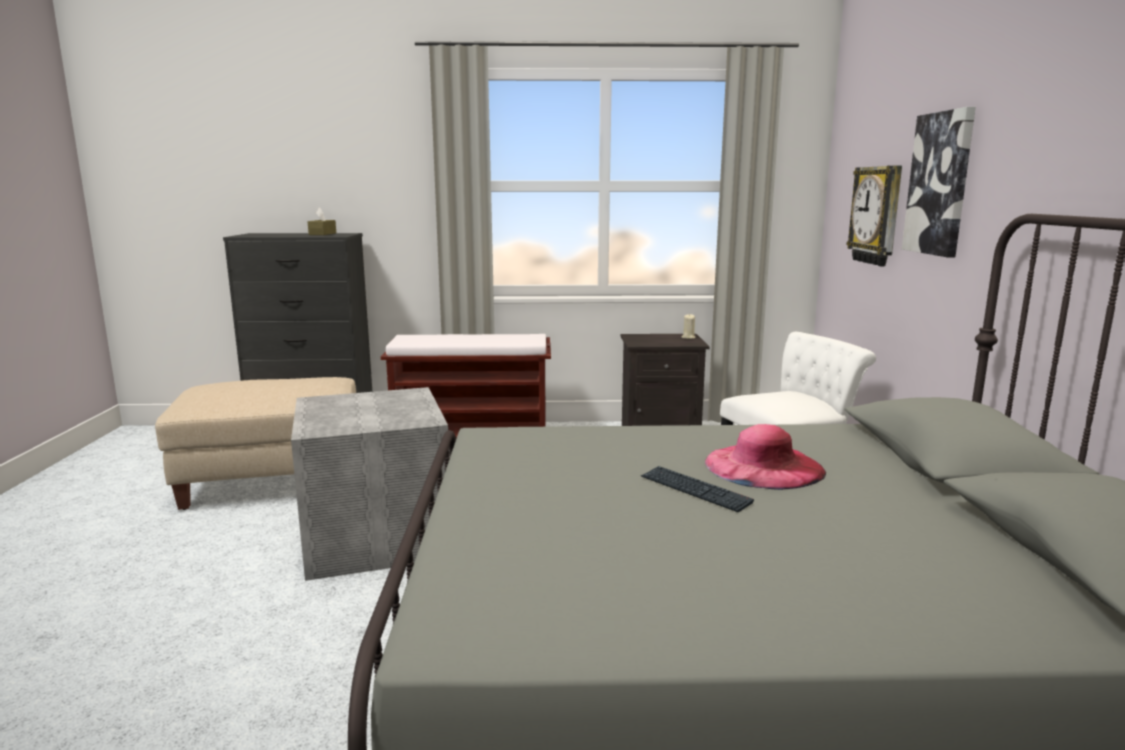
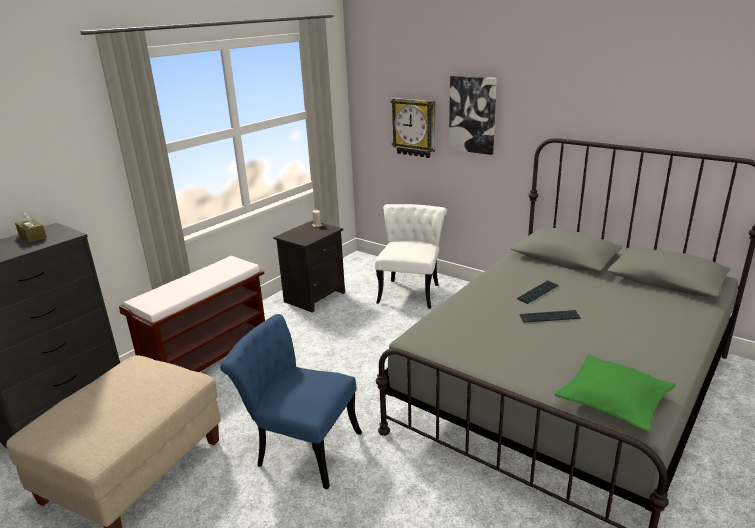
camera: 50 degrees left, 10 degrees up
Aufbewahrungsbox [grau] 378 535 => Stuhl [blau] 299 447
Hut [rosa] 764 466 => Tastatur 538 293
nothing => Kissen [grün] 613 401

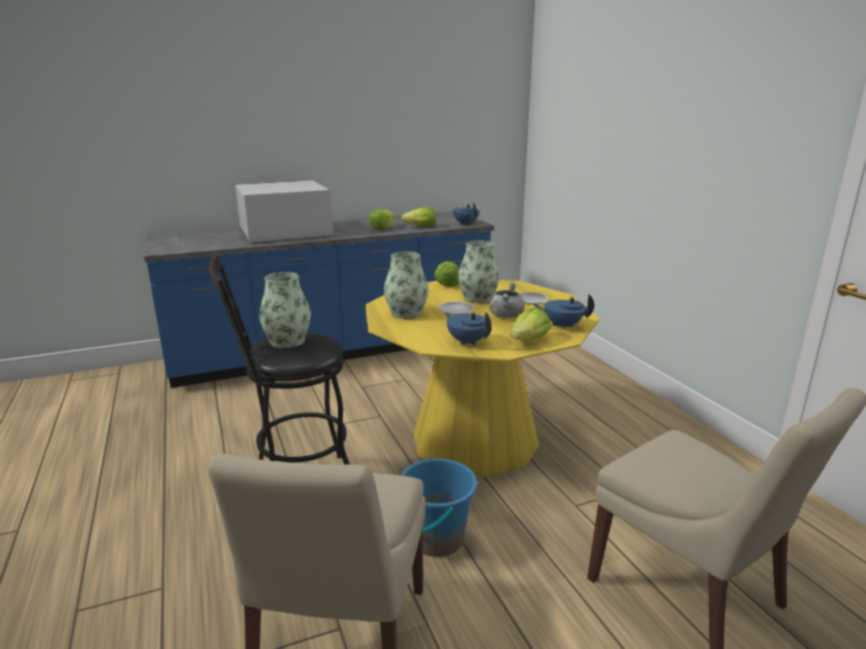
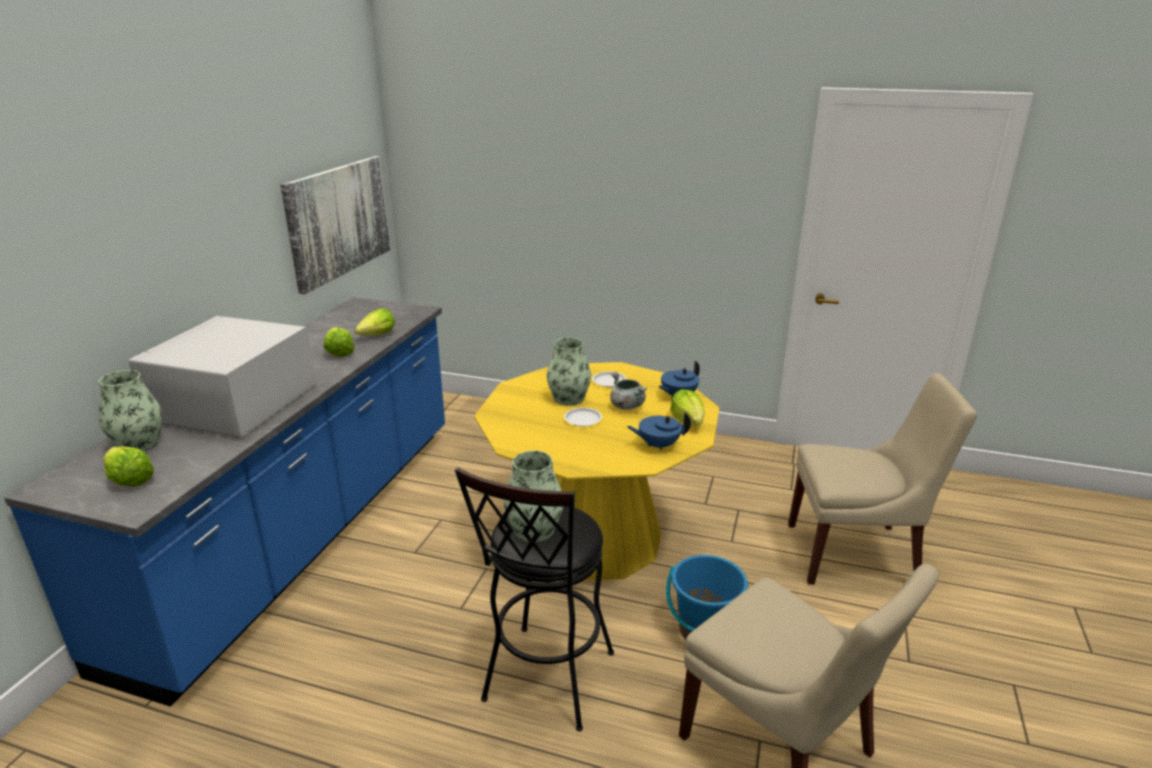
camera: 50 degrees left, 5 degrees up
Vase 406 313 => Vase 139 444, move
Salatkopf 447 283 => Salatkopf 129 479, move
Teekanne [blau] 465 224 => nothing
nothing => Bild 339 220

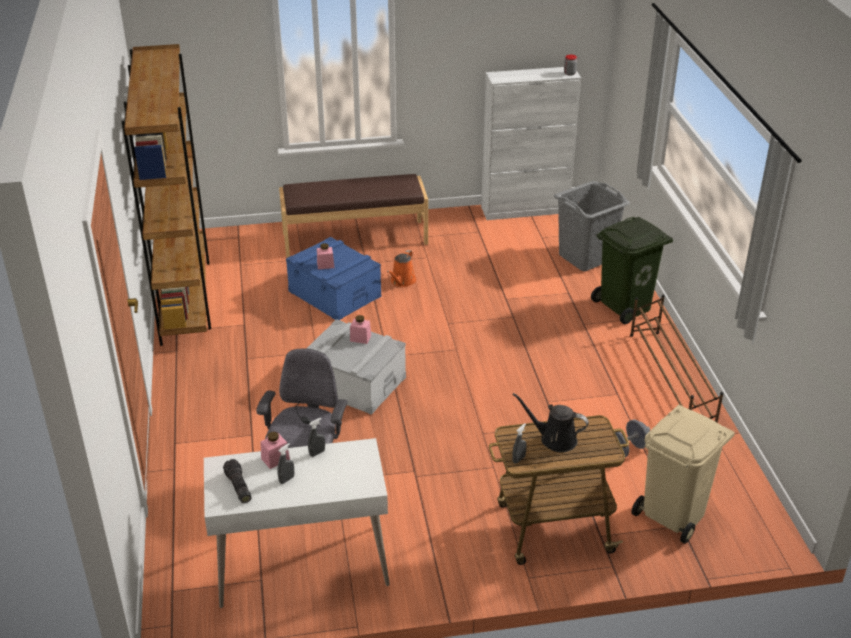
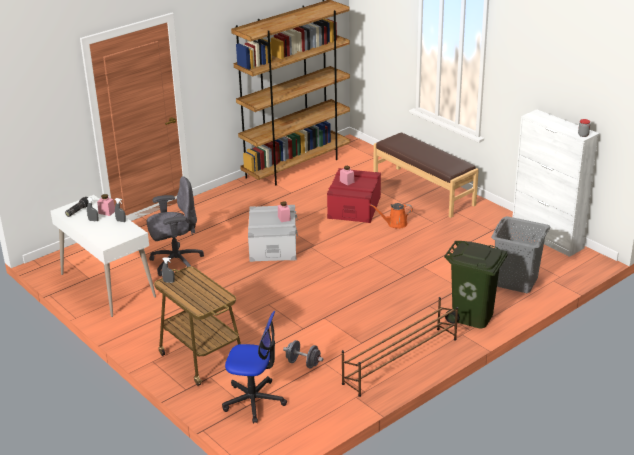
camera: 60 degrees right, 5 degrees down
Aufbewahrungsbox [blau] 335 294 => Aufbewahrungsbox [rot] 354 207
Gießkanne [schwarz] 554 439 => nothing
Mülleimer [beige] 674 515 => Bürostuhl 254 401

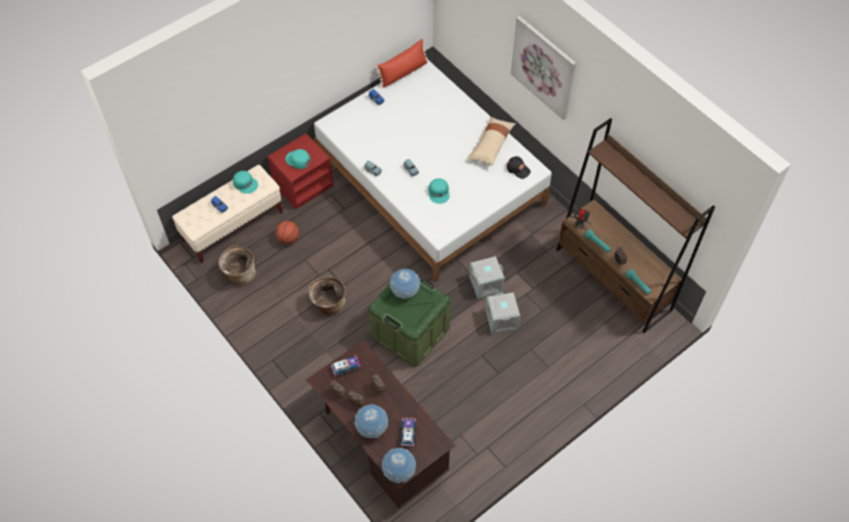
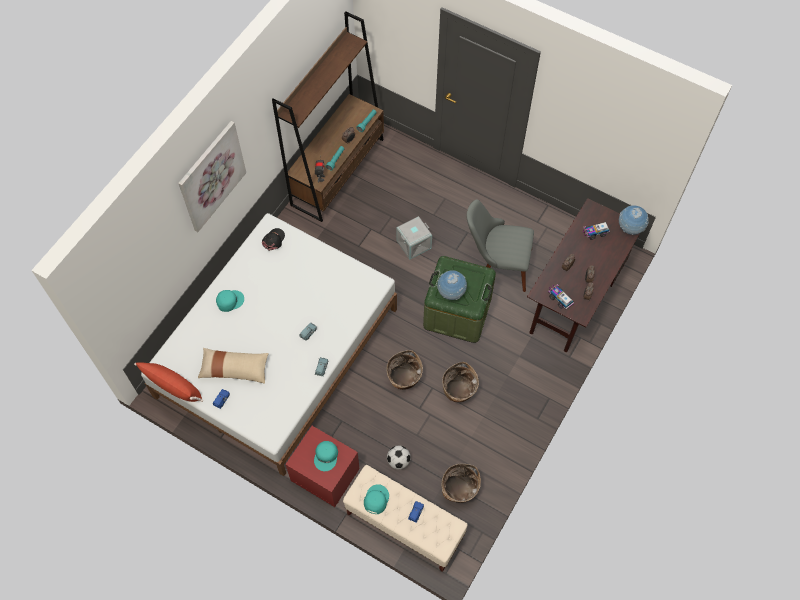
camera: 110 degrees left, 5 degrees up
Basketball 288 239 => Fußball 398 461
Globus 372 428 => nothing
Kappe [türkis] 439 192 => Kappe [türkis] 229 300, move
Kissen [beige] 491 145 => Kissen [beige] 234 368, move
Aufbewahrungsbox [grau] 486 283 => nothing
nothing => Korb 404 379
nothing => Stuhl [grau] 496 264

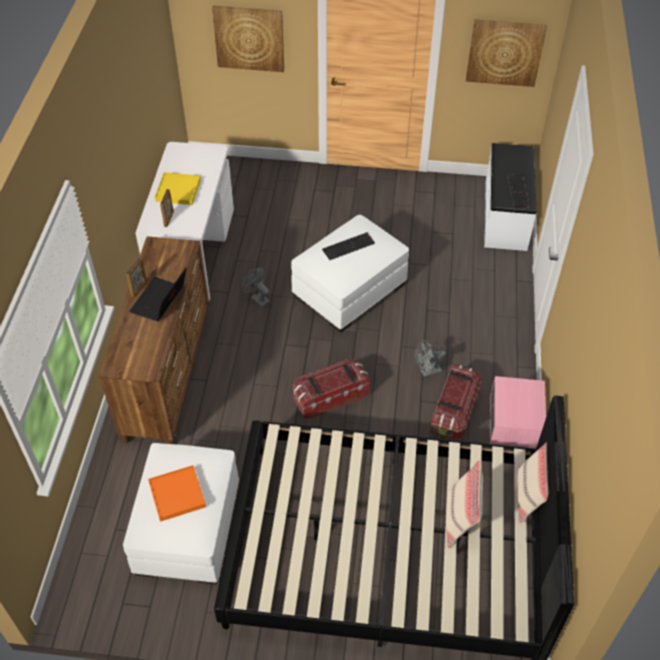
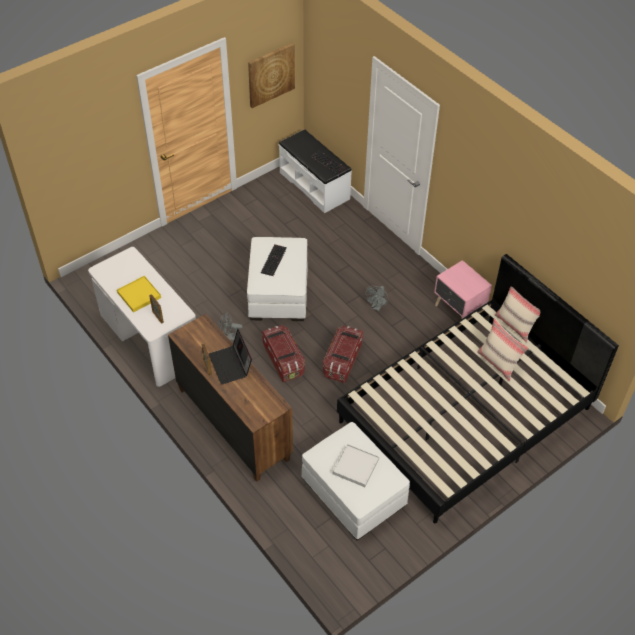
camera: 45 degrees left, 0 degrees up
Tablett [orange] 177 494 => Tablett [weiß] 355 466
Bild 249 38 => nothing
Aufbewahrungsbox 454 411 => Aufbewahrungsbox 283 360, move

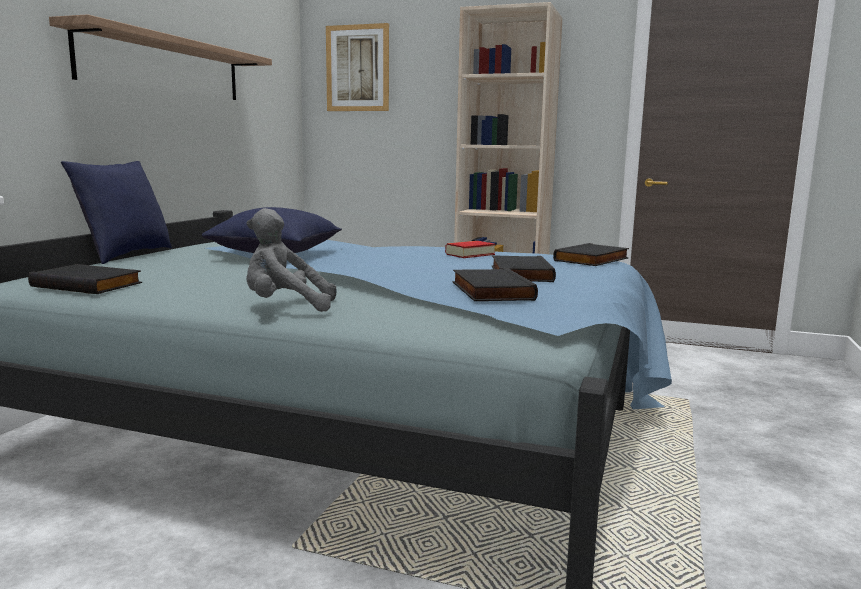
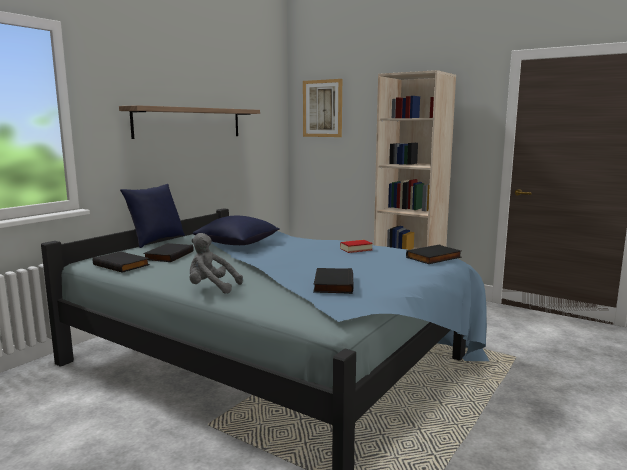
camera: 15 degrees right, 0 degrees up
Buch [schwarz] 519 274 => Buch [schwarz] 168 255, move

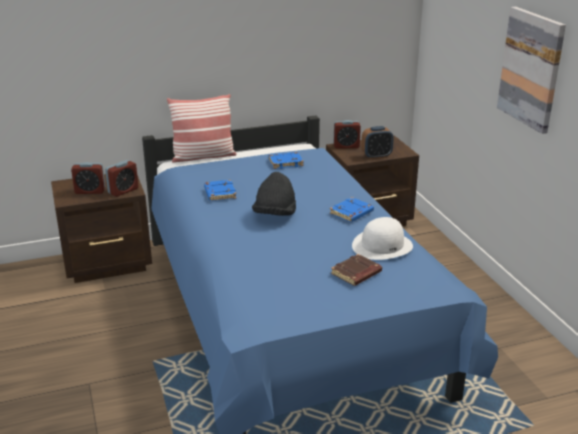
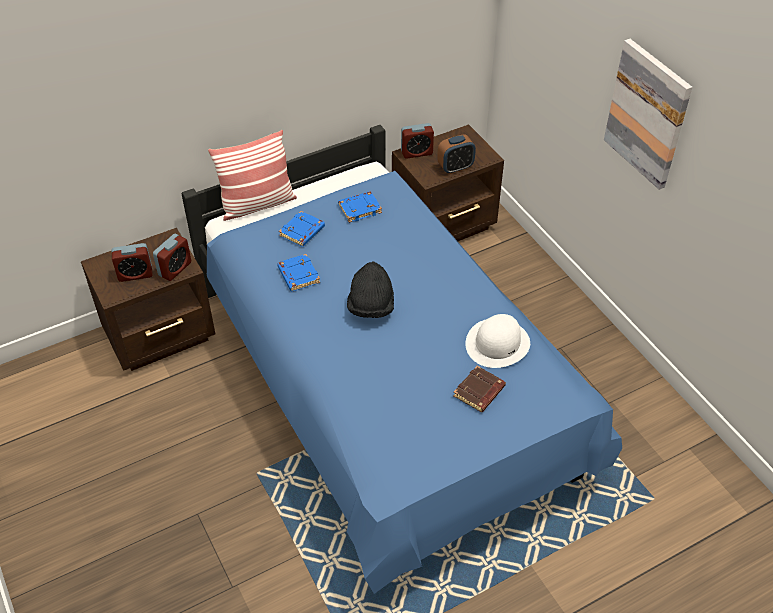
camera: 10 degrees left, 20 degrees up
Buch [blau] 351 213 => Buch [blau] 302 232, move

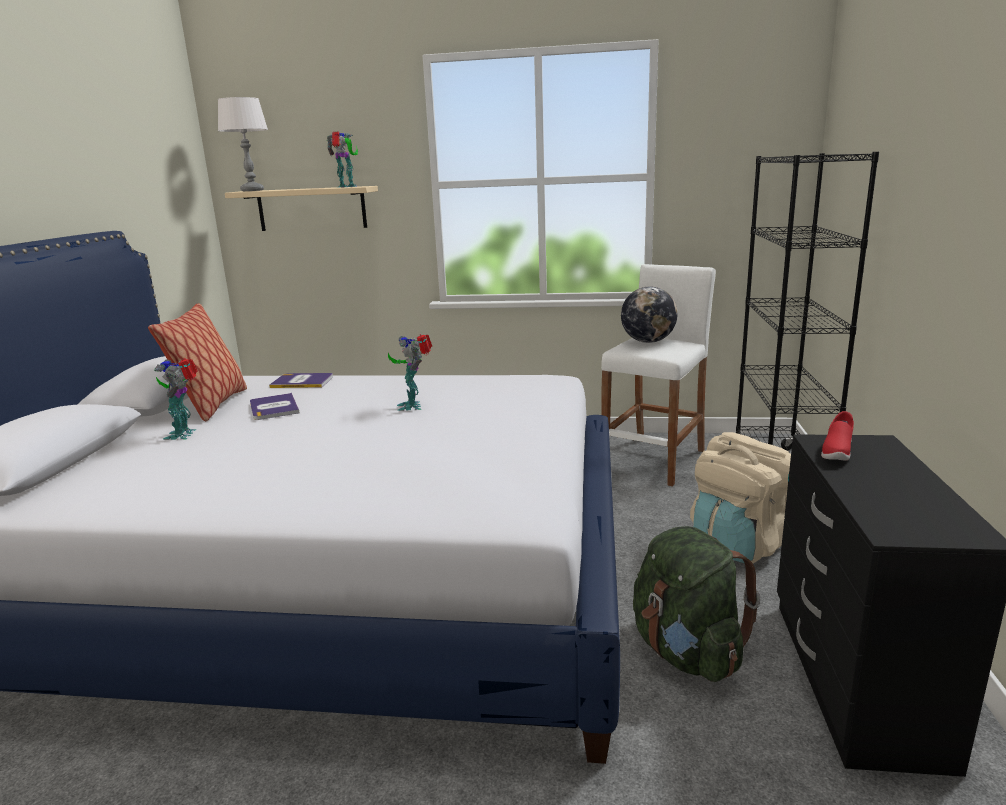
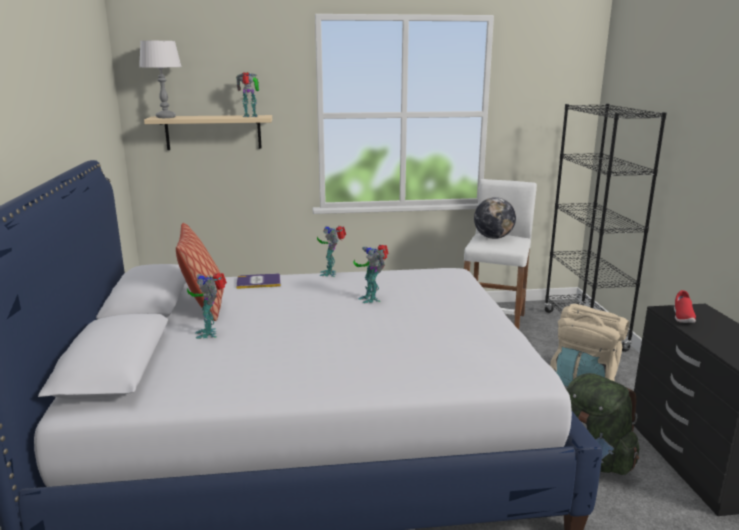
camera: 15 degrees left, 0 degrees up
Buch 274 408 => nothing
nothing => Spielzeugroboter 330 273

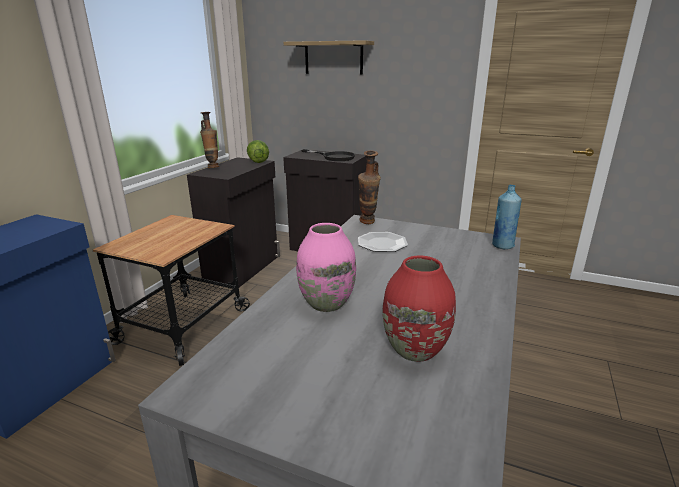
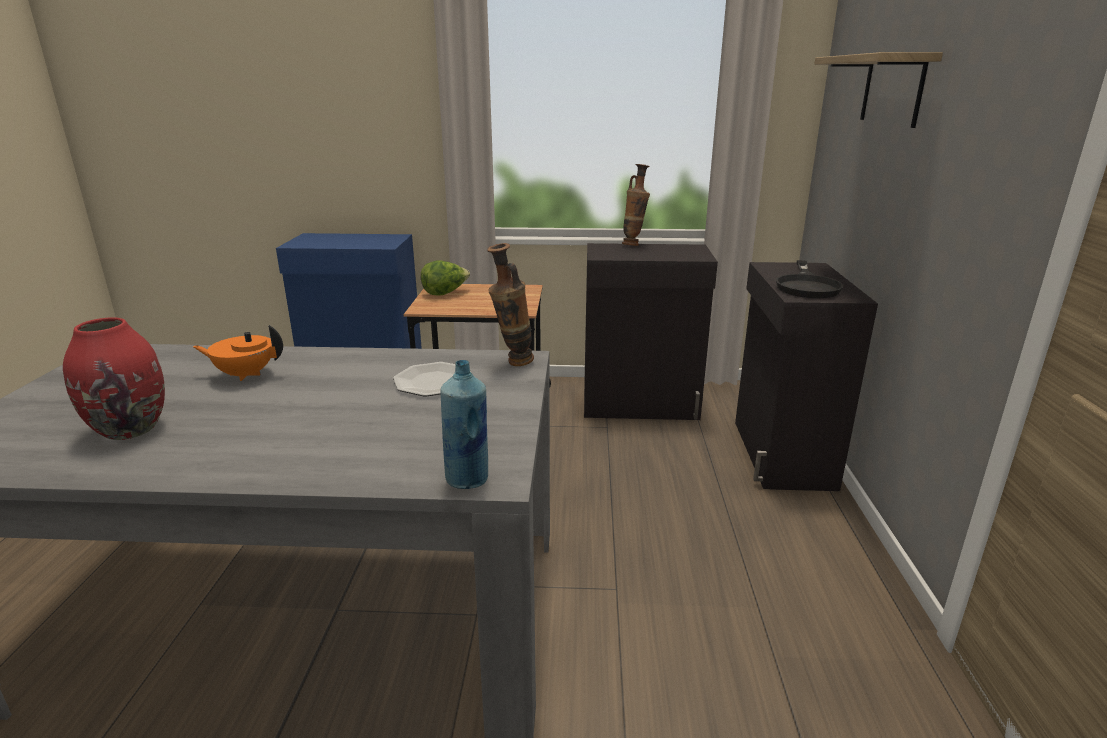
camera: 70 degrees right, 0 degrees up
Salatkopf 258 161 => Salatkopf 445 293, move
Vase [rosa] 326 303 => Teekanne [orange] 245 374

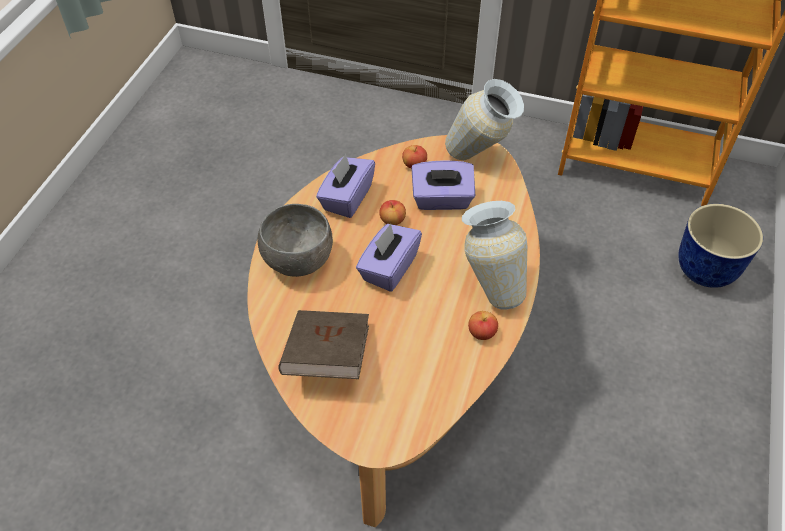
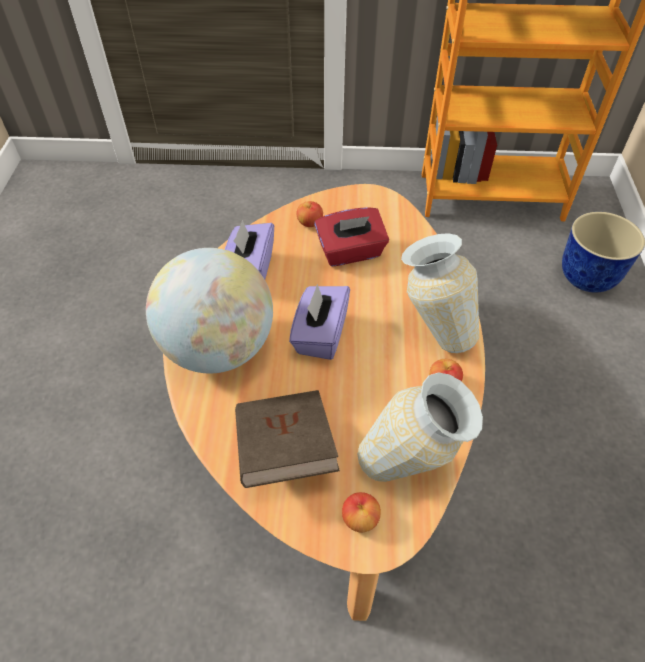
camera: 15 degrees left, 0 degrees up
Schüssel [grau] 299 262 => Globus 218 348
Apfel 392 220 => Apfel 360 519, move
Taschentuchbox [lila] 442 200 => Taschentuchbox [rot] 350 252
Vase 480 159 => Vase 411 468, move

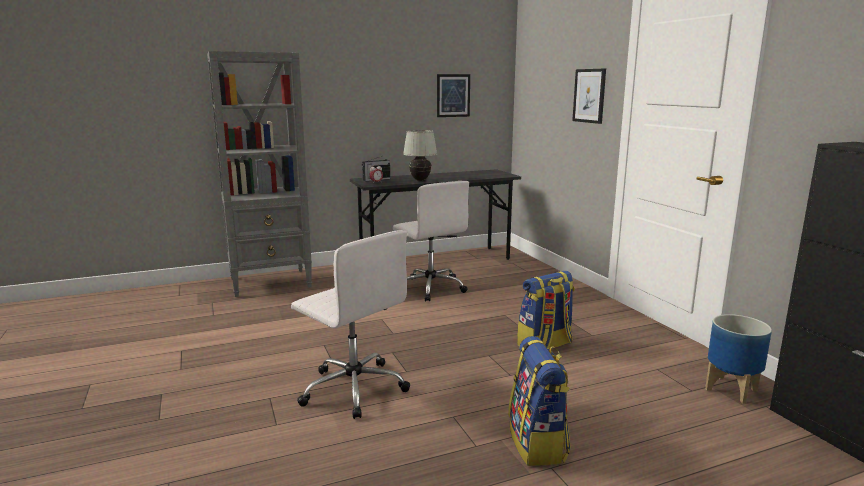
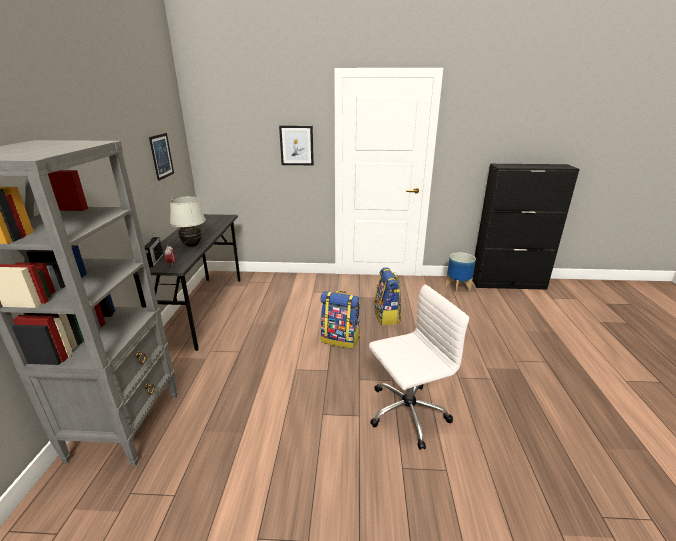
camera: 65 degrees left, 10 degrees up
Bürostuhl [weiß] 430 288 => nothing
Rucksack 538 444 => Rucksack 340 339, move

